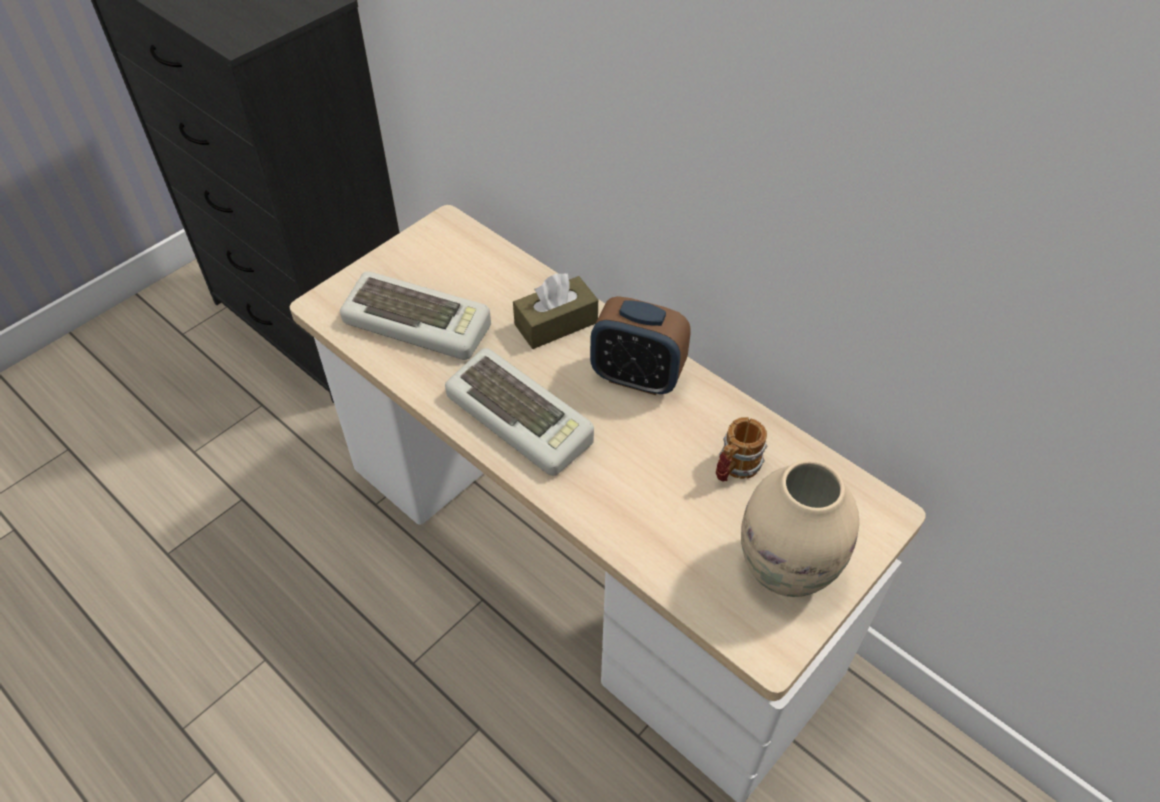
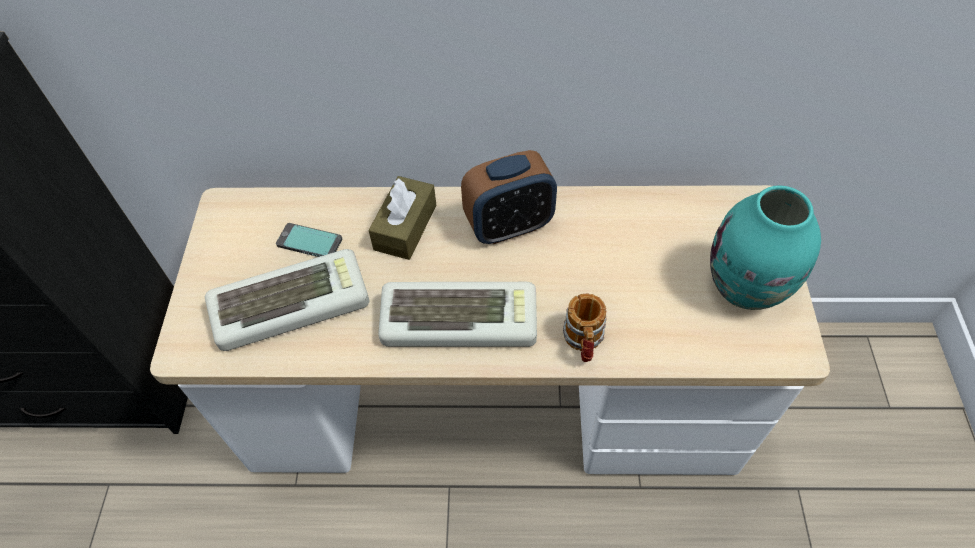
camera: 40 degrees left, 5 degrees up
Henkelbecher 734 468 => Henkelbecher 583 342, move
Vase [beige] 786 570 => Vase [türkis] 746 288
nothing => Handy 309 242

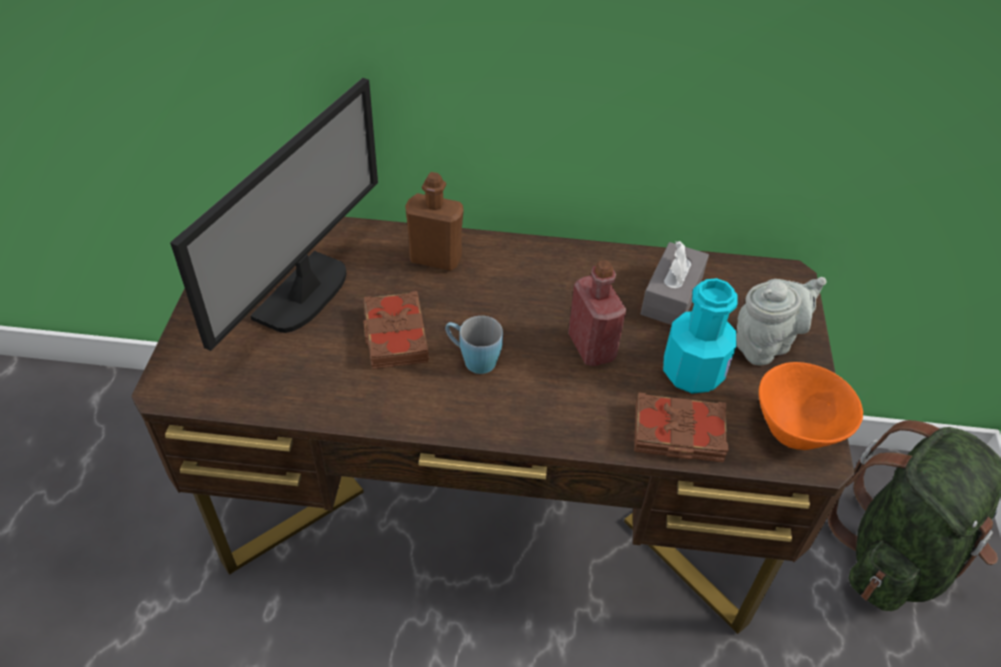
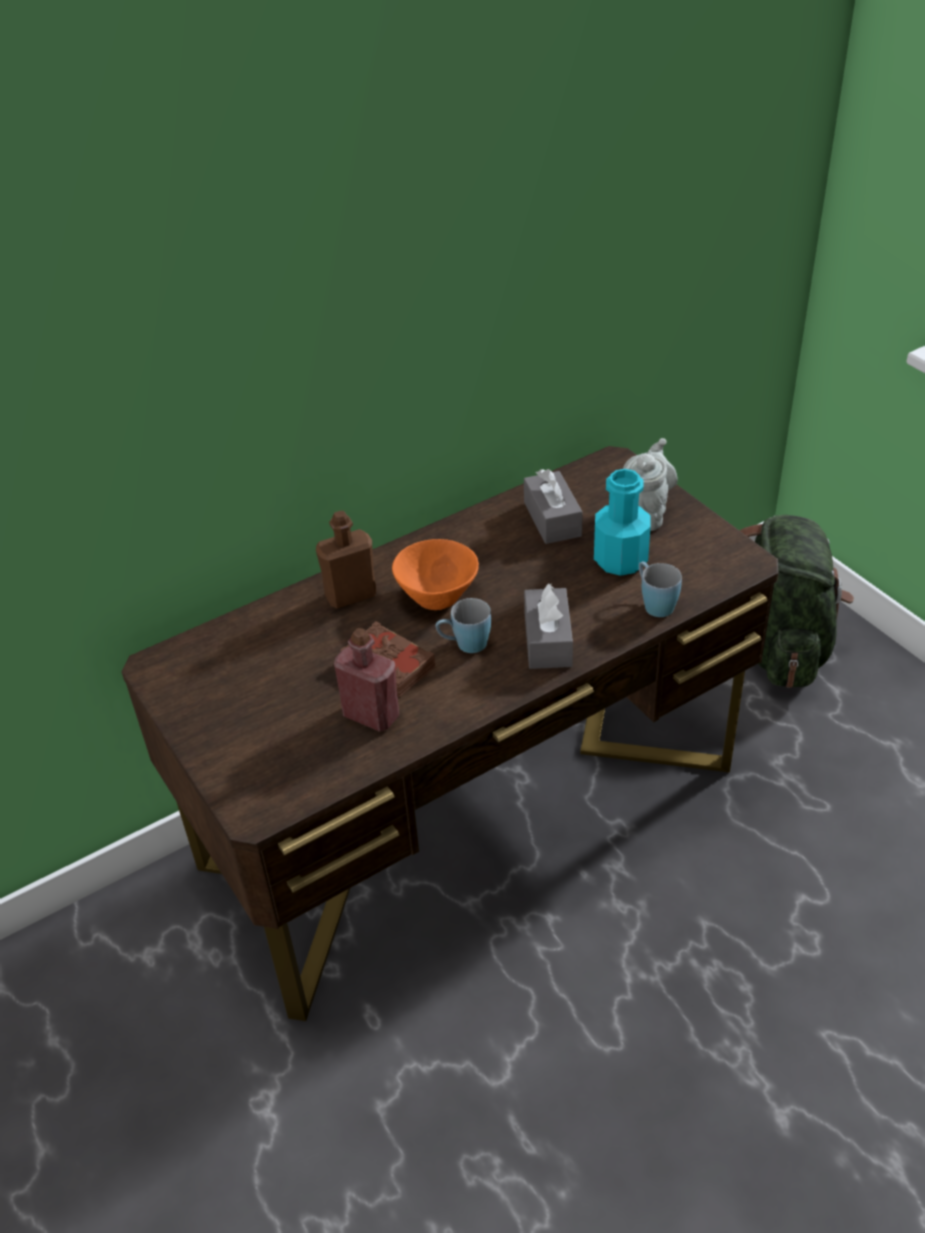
camera: 35 degrees left, 5 degrees down
Monitor 305 295 => nothing
Flasche [rot] 591 347 => Flasche [rot] 371 715, move
Buch [braun] 678 434 => Henkelbecher [blau] 654 603
Schüssel [orange] 799 430 => Schüssel [orange] 440 595, move
nothing => Taschentuchbox [grau] 547 640

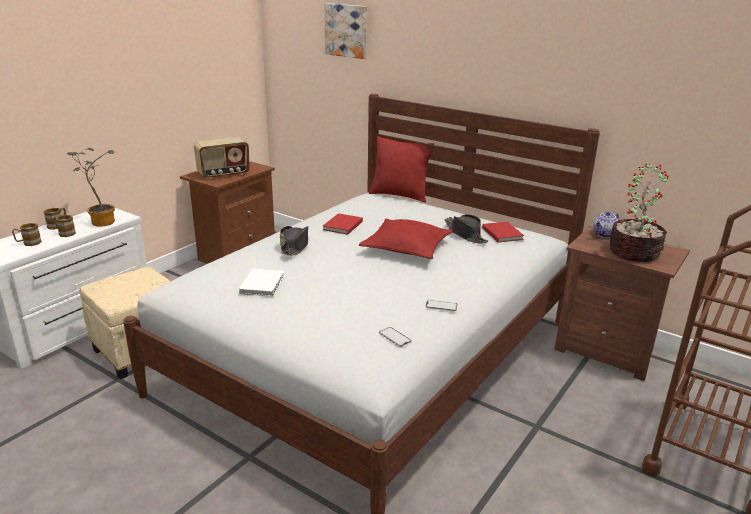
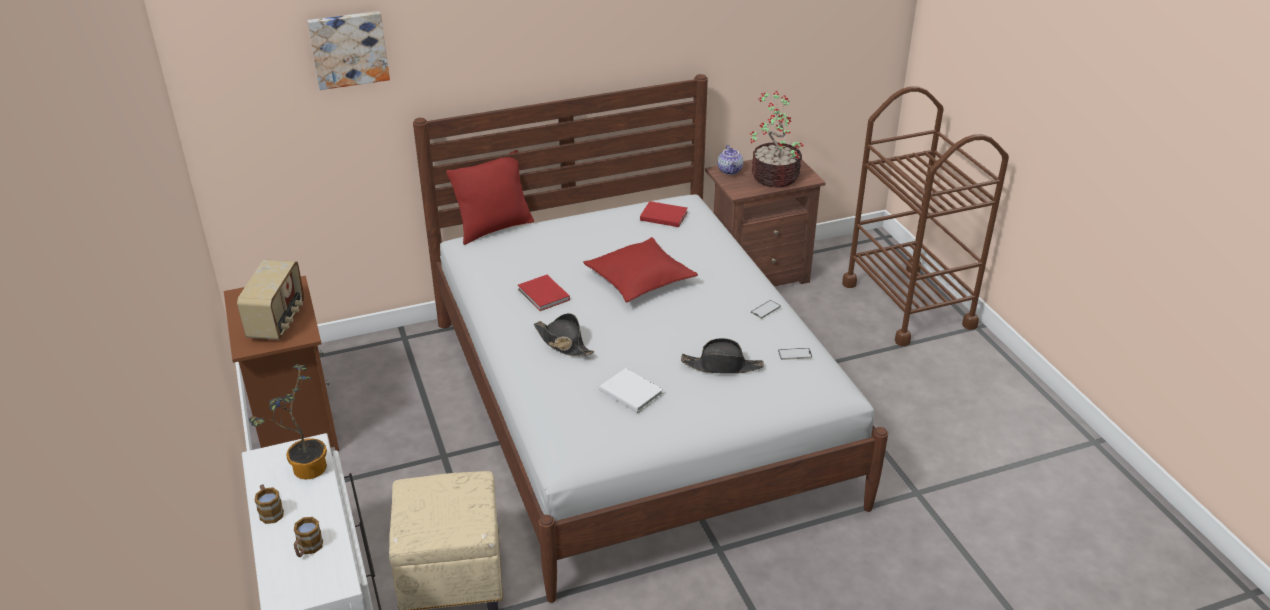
camera: 55 degrees left, 10 degrees up
Henkelbecher 65 233 => nothing
Hut [schwarz] 465 234 => Hut [schwarz] 722 366, move

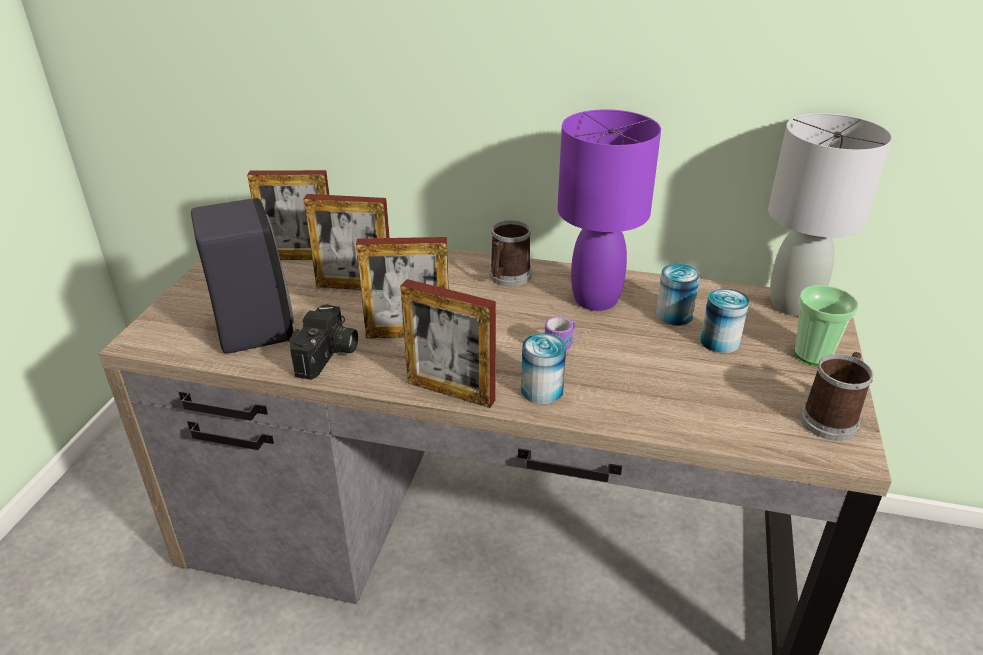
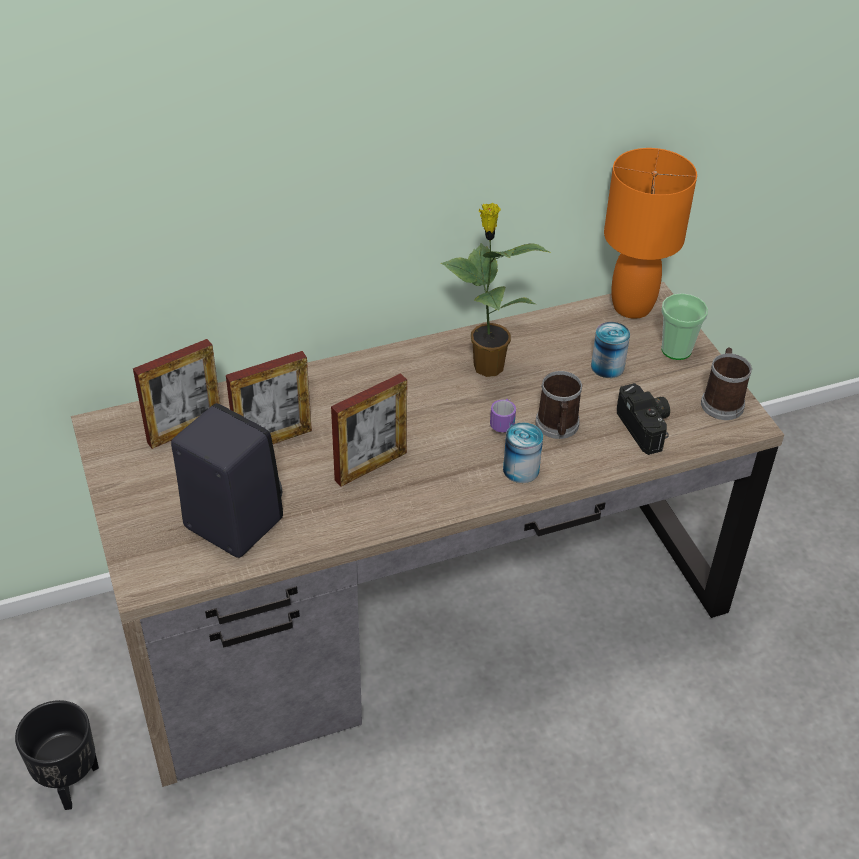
camera: 35 degrees left, 10 degrees up
Kamera 328 356 => Kamera 646 427, move
Bilderrahmen 451 391 => nothing
Henkelbecher 507 277 => Henkelbecher 557 427, move
Tischlampe [lila] 595 300 => Topfpflanze 486 365
Dose 674 315 => nothing
Tischlampe [grau] 793 305 => Tischlampe [orange] 632 307
nothing => Pflanzkübel [schwarz] 69 781

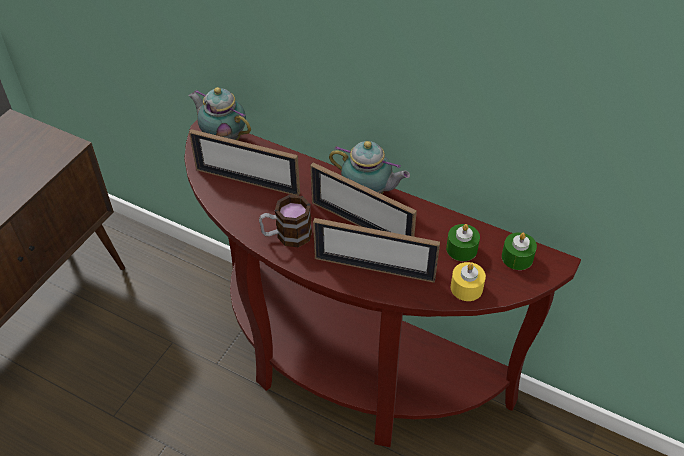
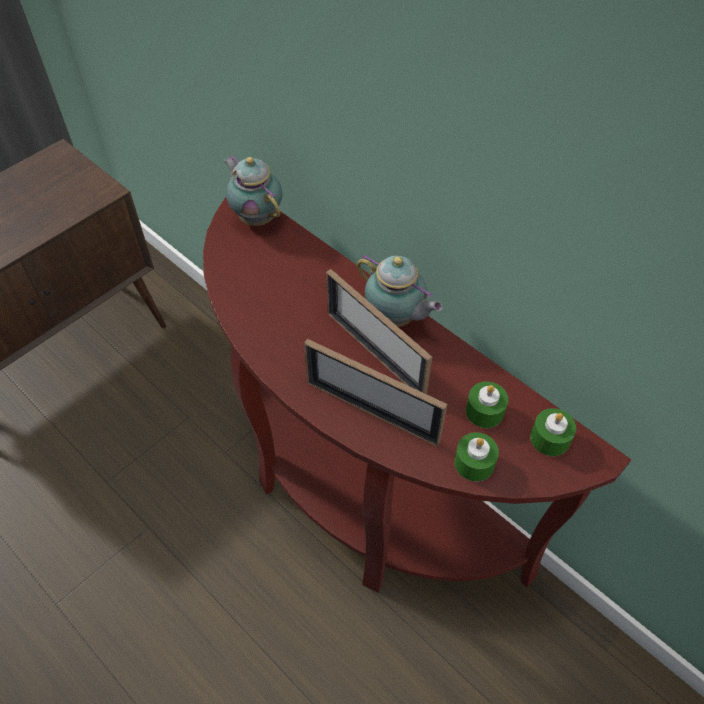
camera: 15 degrees right, 5 degrees up
Bilderrahmen 247 181 => nothing
Henkelbecher 286 235 => nothing
Kerze [gelb] 466 288 => Kerze [grün] 474 463

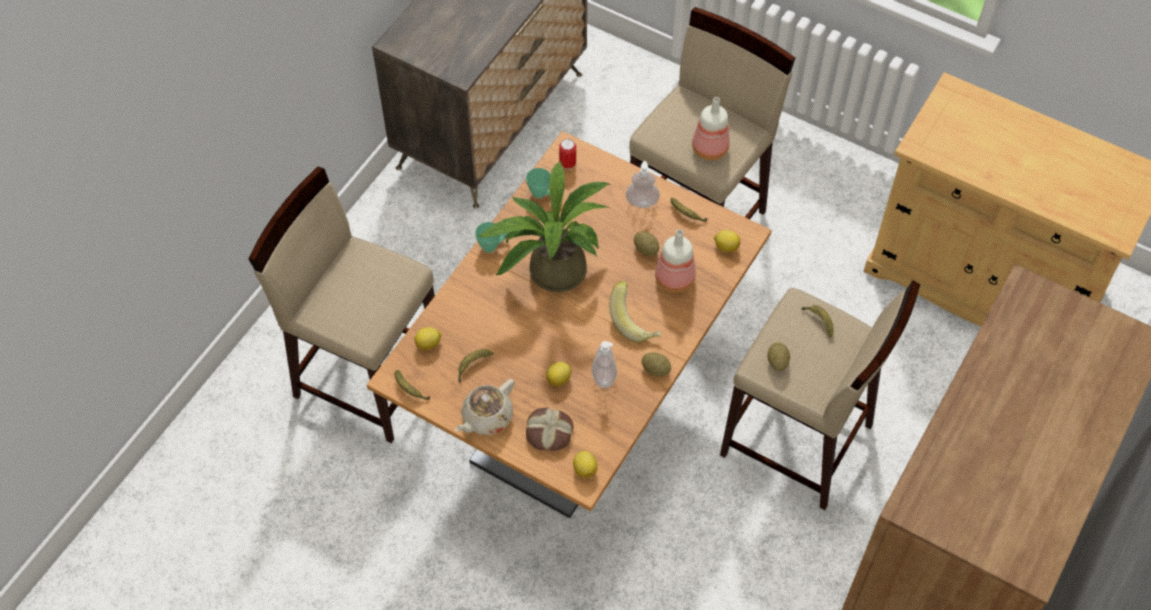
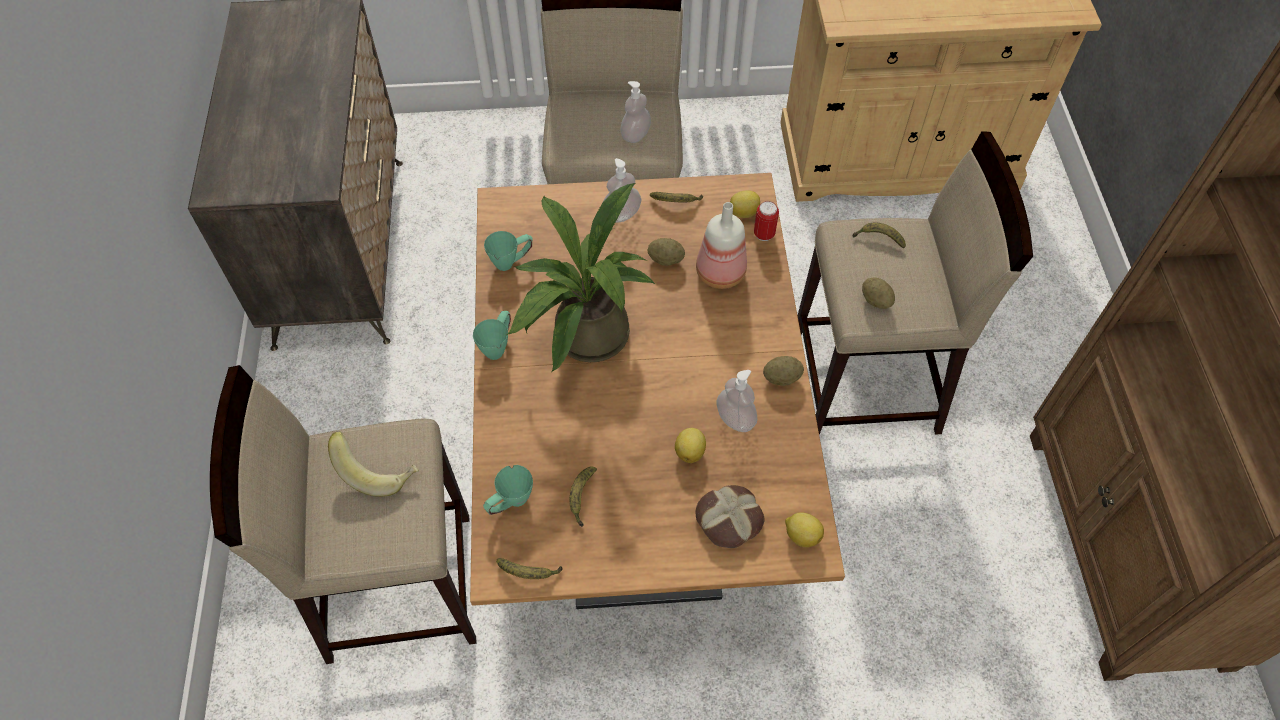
camera: 35 degrees left, 0 degrees up
Zitrone 429 344 => Henkelbecher [grün] 510 504
Teekanne [beige] 486 417 => nothing
Dose 567 164 => Dose 764 234, move
Banane 635 322 => Banane 378 470, move
Flasche 709 150 => Seifenspender 635 135

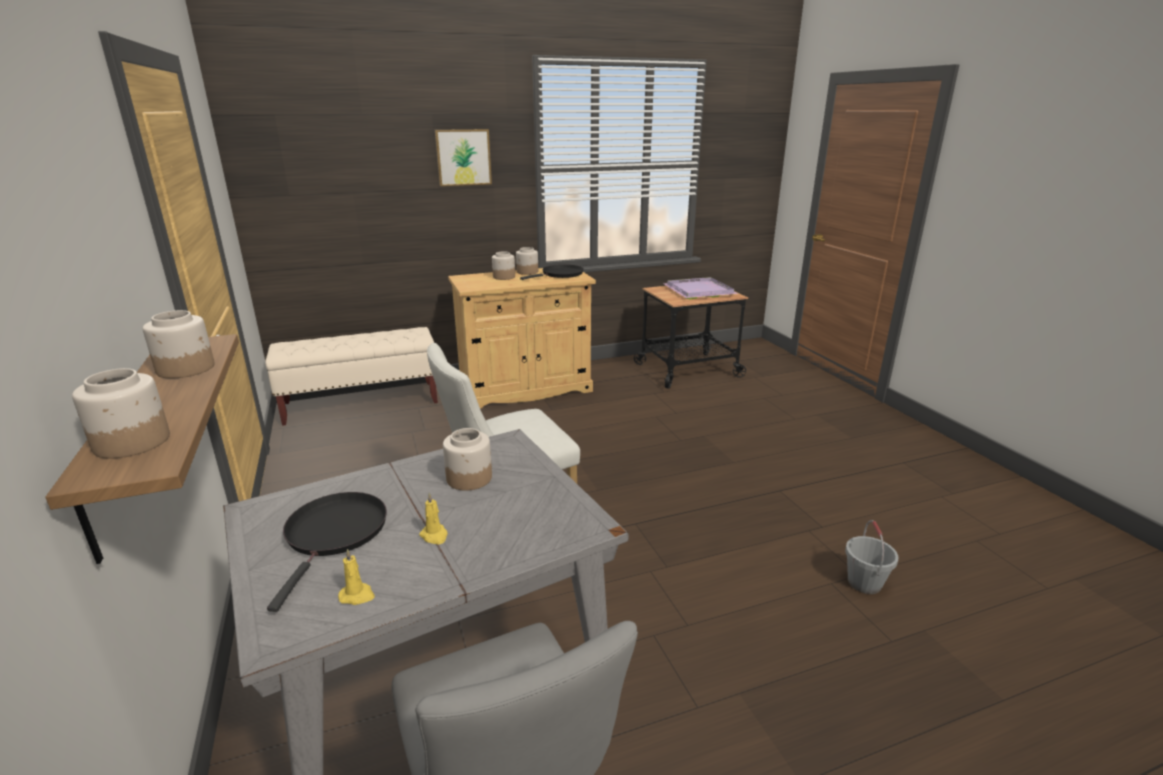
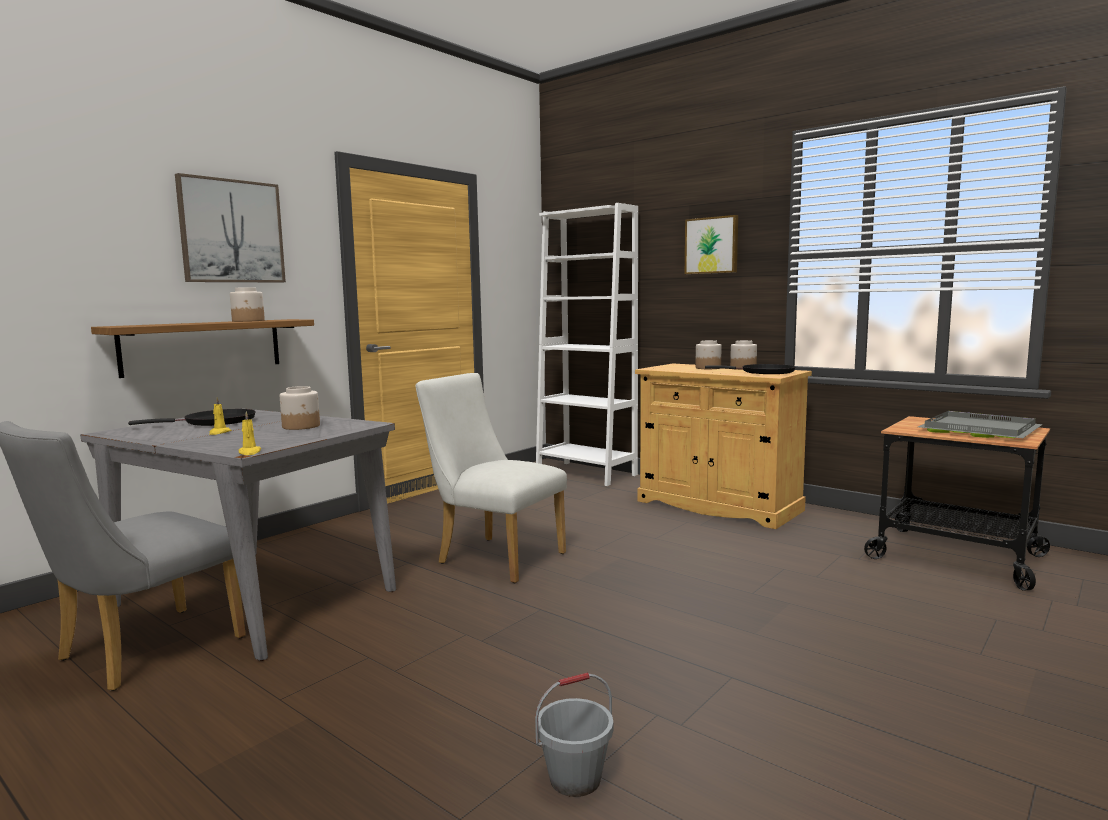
camera: 60 degrees right, 15 degrees down
Vorratsglas 131 443 => nothing
Bank [beige] 362 403 => Bücherregal [weiß] 586 473
Kerze [gelb] 357 596 => Kerze [gelb] 249 452, move
Tablett [lila] 699 291 => Tablett [grau] 977 430
nothing => Bild 231 231

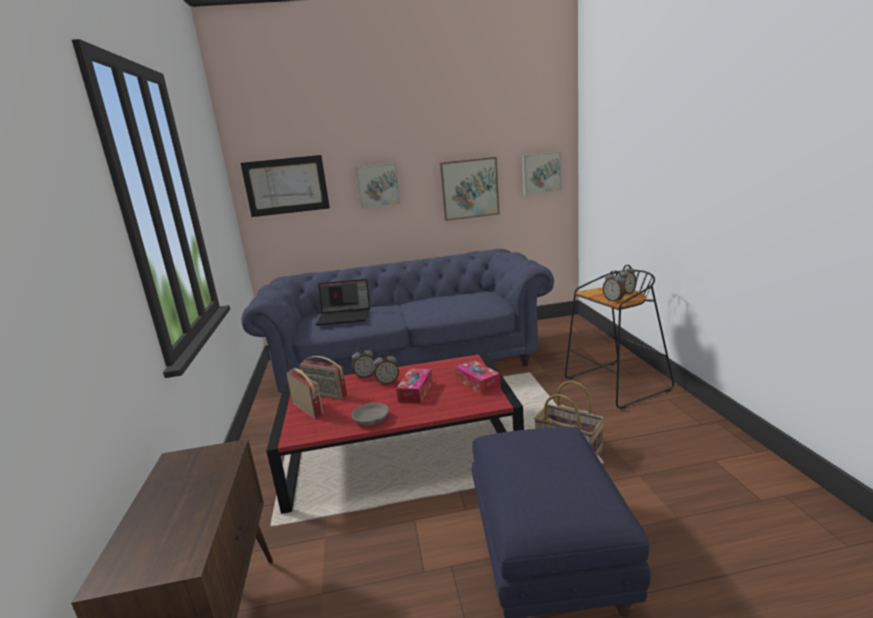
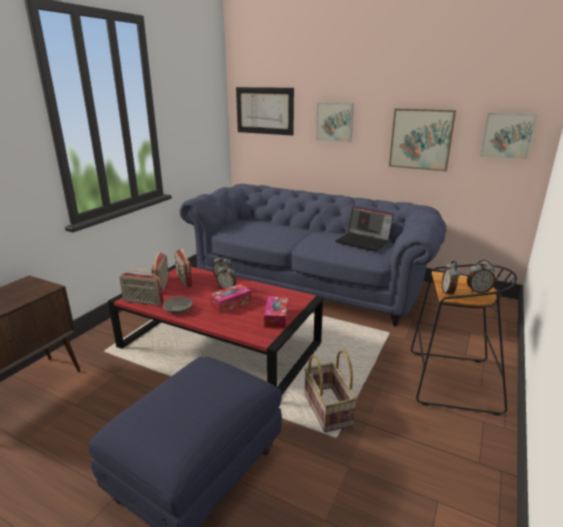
camera: 35 degrees right, 5 degrees up
Laptop 345 316 => Laptop 363 242, move
nothing => Radio 143 302

